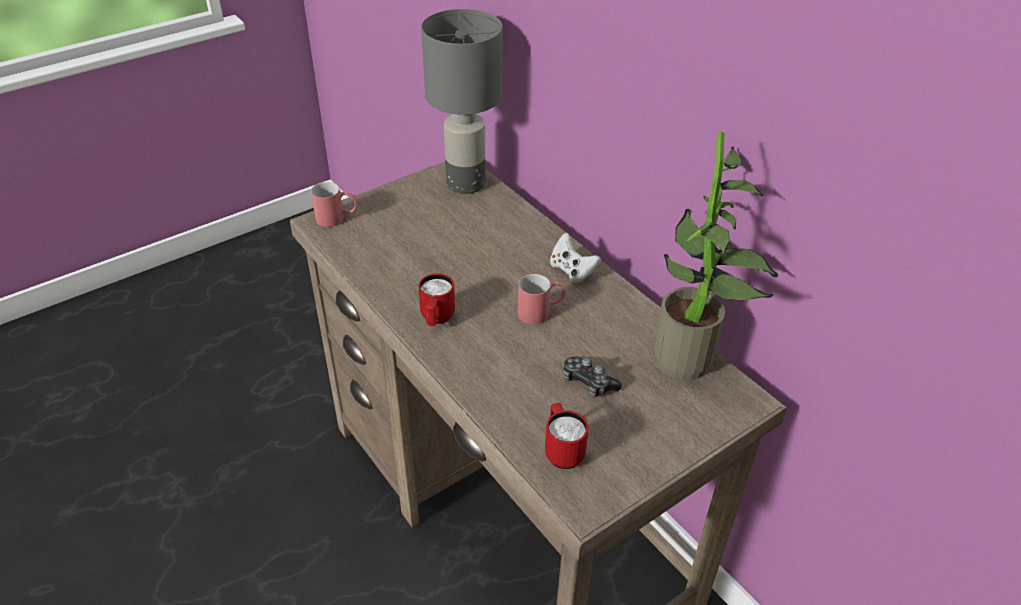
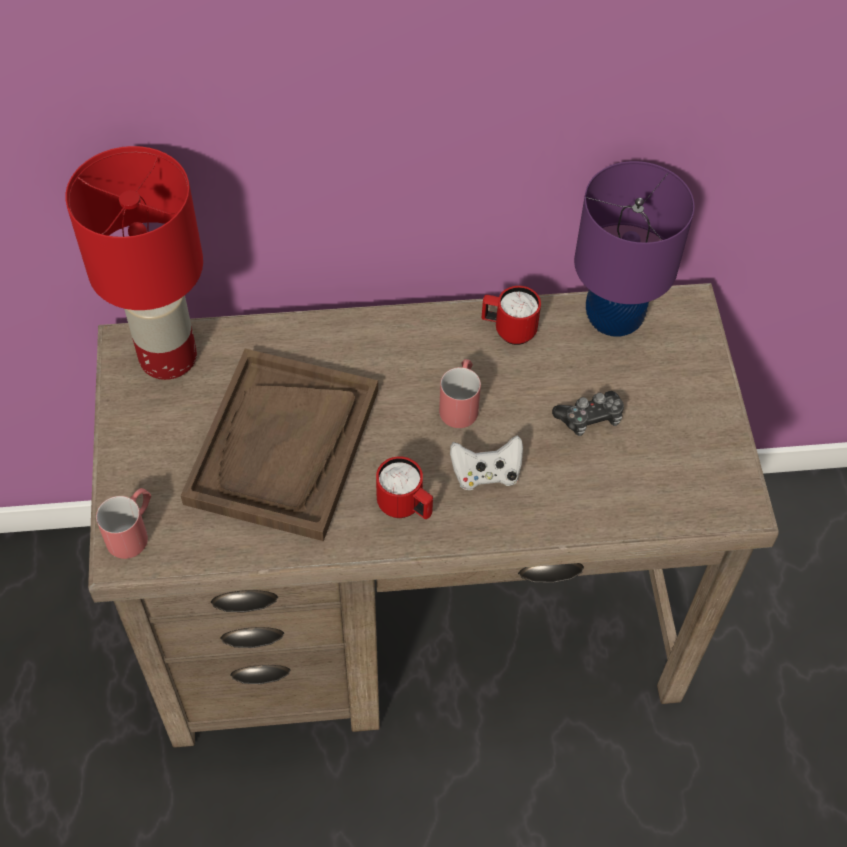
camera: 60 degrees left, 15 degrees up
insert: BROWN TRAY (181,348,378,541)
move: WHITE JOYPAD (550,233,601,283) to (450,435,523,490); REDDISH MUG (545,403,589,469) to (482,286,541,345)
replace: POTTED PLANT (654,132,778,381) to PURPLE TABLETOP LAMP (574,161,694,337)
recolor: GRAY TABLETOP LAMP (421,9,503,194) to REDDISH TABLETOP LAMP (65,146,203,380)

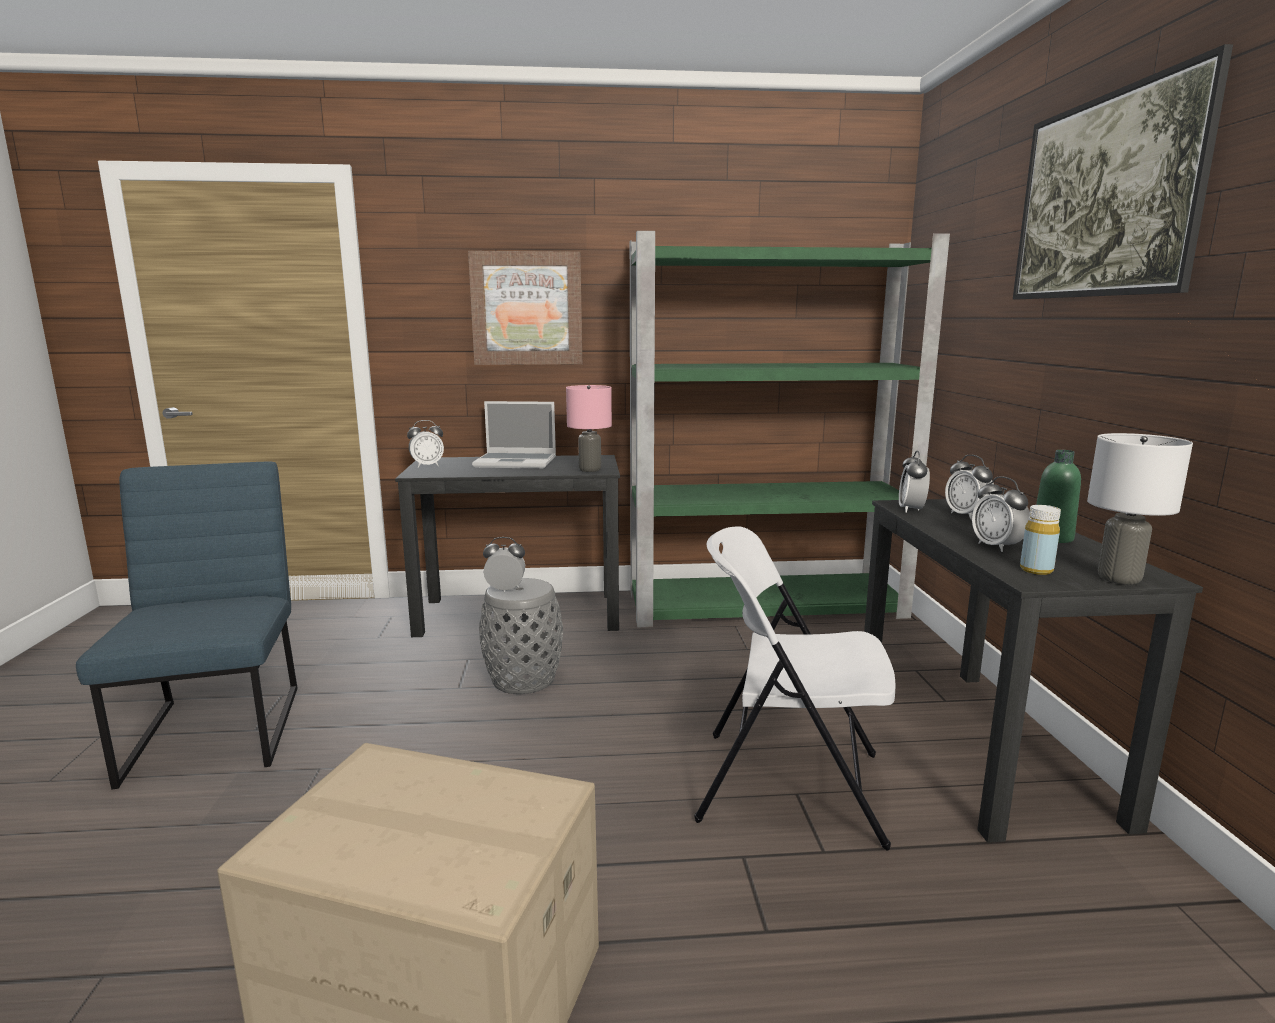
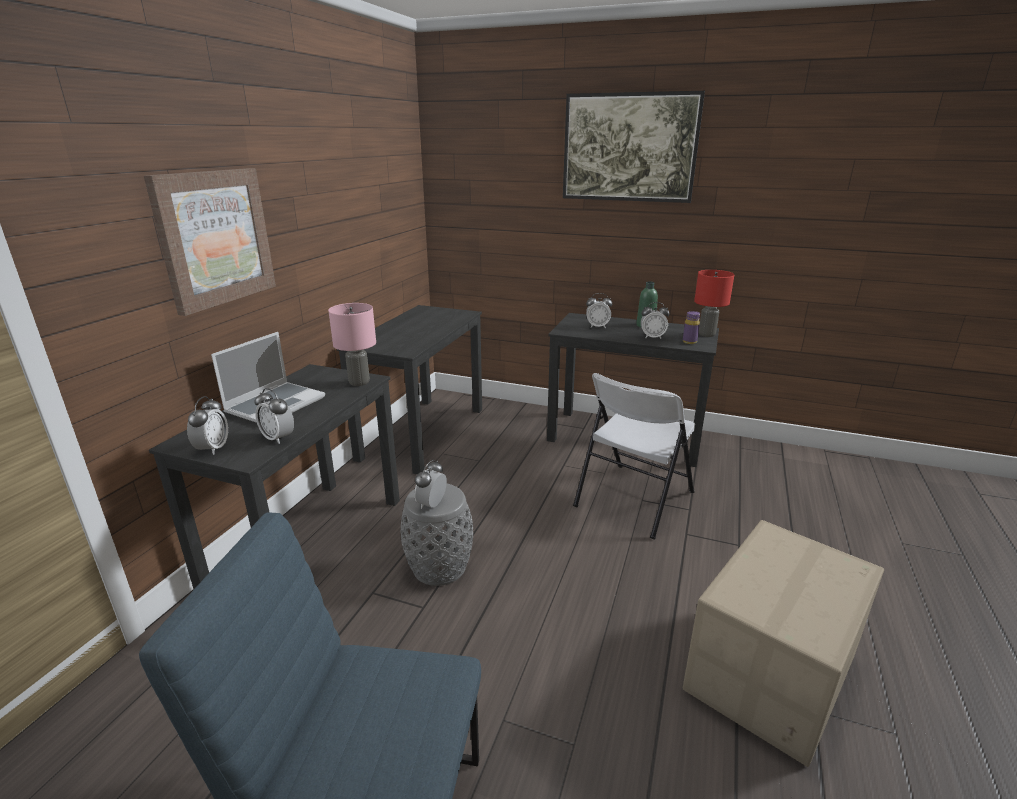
camera: 65 degrees left, 10 degrees up
move: BEDSIDE CLOCK (899,451,930,513) to (254,388,294,444)
replace: GREEN SHELVING UNIT (630,231,950,628) to BLACKISH DESK (337,305,482,474)
recolor: YELLOWISH BEVERAGE BOTTLE (1020,505,1061,575) to PURPLE BEVERAGE BOTTLE (683,311,700,344); WHITE TABLETOP LAMP (1087,433,1193,585) to REDDISH TABLETOP LAMP (694,270,735,337)

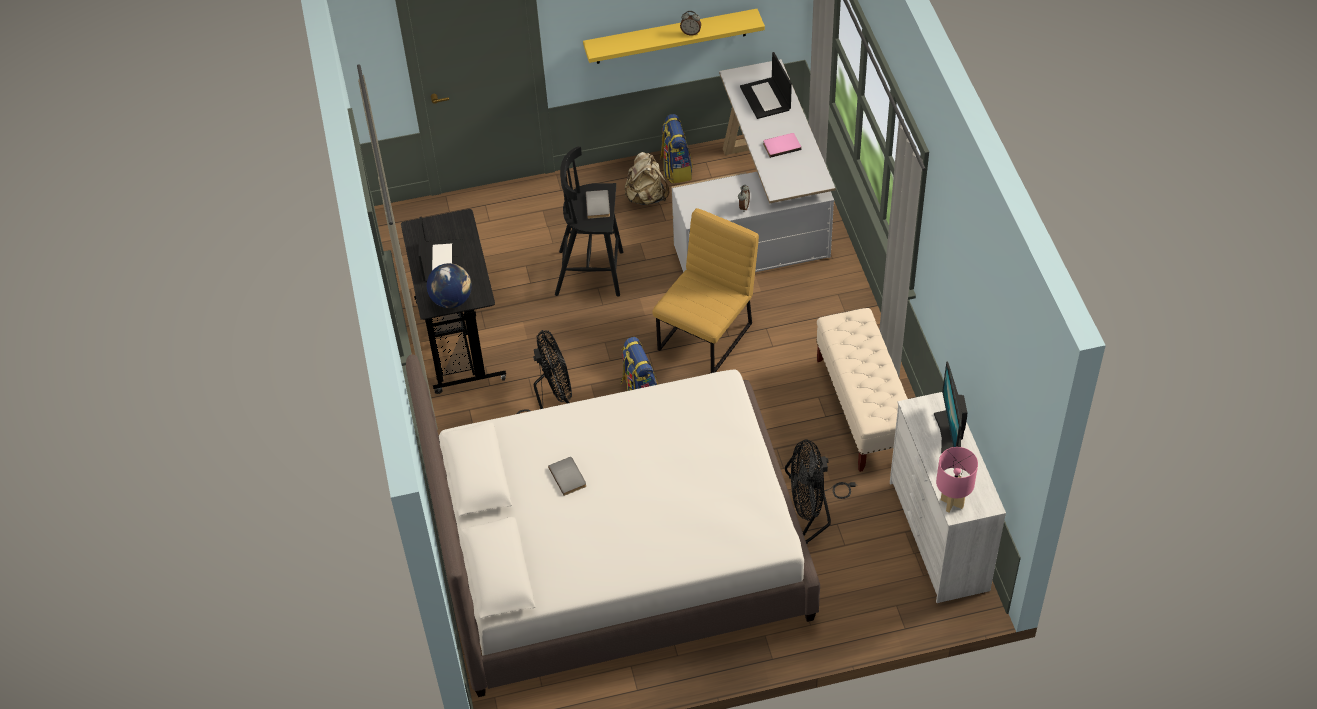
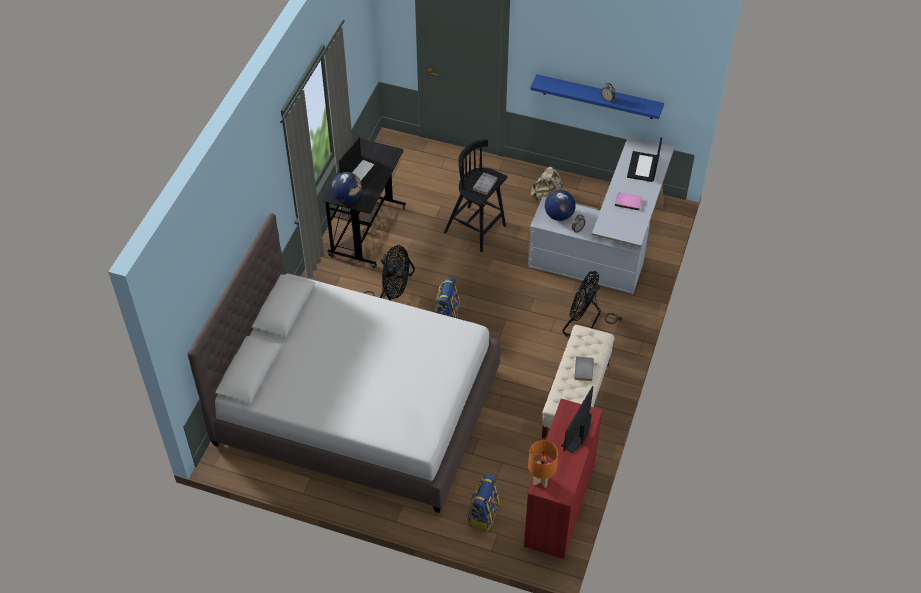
camera: 30 degrees right, 0 degrees up
delete: YELLOWISH CHAIR (652,208,759,373)
insert: WORLD GLOBE (545,190,576,221)
move: RUCKSACK (660,114,693,183) to (468,475,499,532); BLACKISH ELECTRIC FAN (785,439,857,544) to (563,271,623,337); GRAY VOLUME (548,457,586,496) to (574,356,594,381)
recolor: WHITE DRAWER CHEST (890,392,1006,603) to REDDISH DRAWER CHEST (524,399,603,559); PINK-COLOURED TABLETOP LAMP (936,447,978,512) to ORANGE-COLOURED TABLETOP LAMP (528,440,558,488); YELLOWISH SHELF (583,9,765,64) to BLUE-COLOURED SHELF (530,74,664,119)

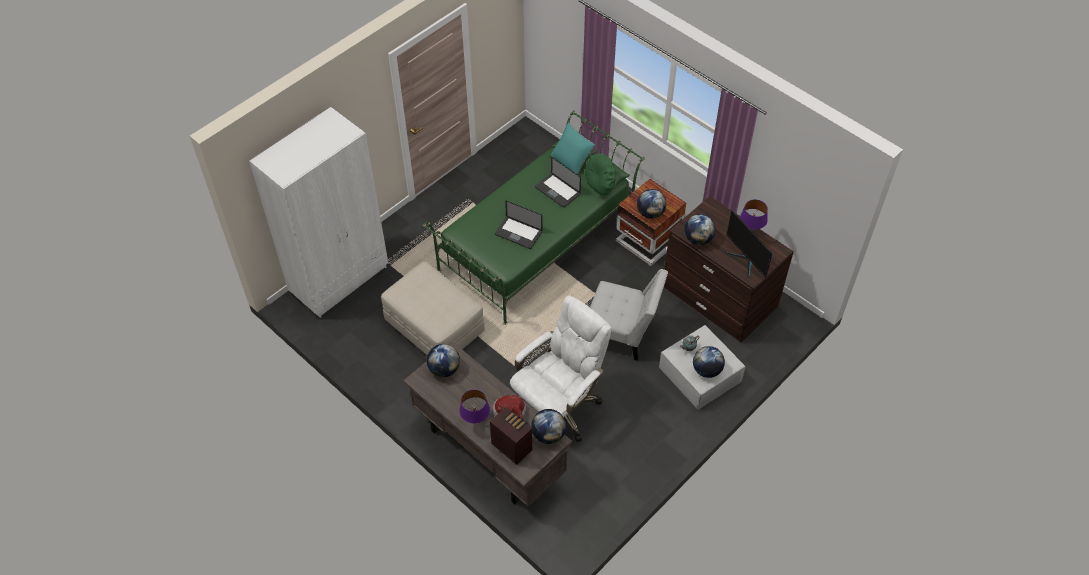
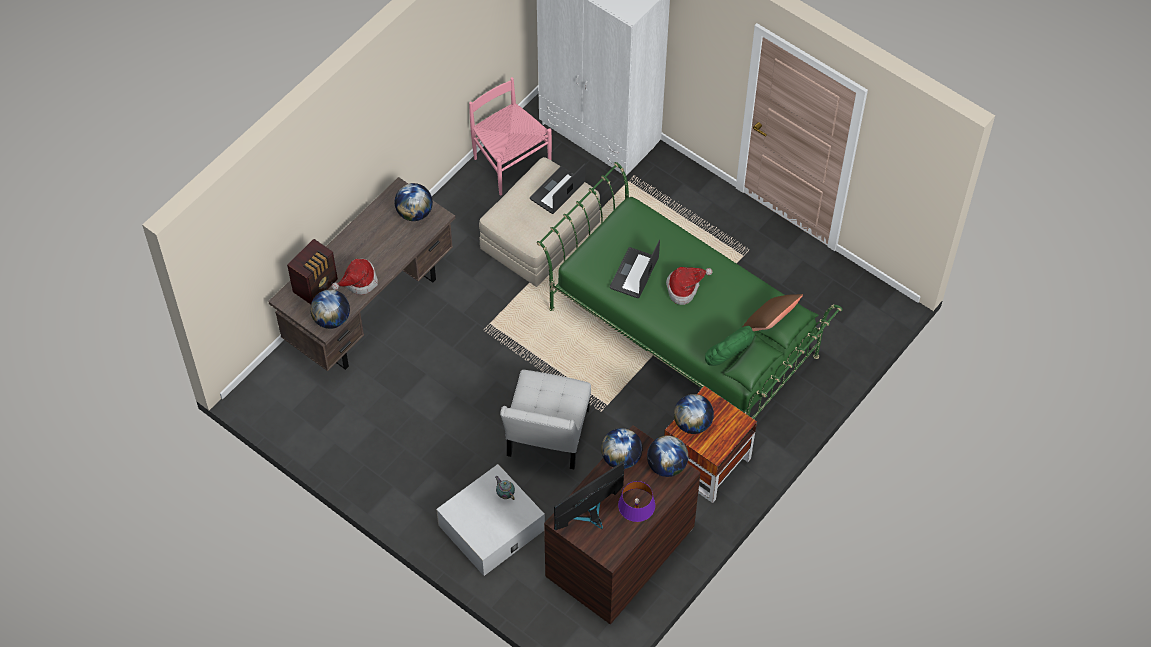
camera: 85 degrees right, 5 degrees up
delete: PURPLE TABLETOP LAMP (459,390,490,423); WHITE COMPUTER CHAIR (510,295,611,442)
insert: PINK-COLOURED CHAIR (469,77,552,196); HAT (666,267,713,305)
move: NOTEBOOK COMPUTER (535,157,581,208) to (530,164,585,214); WORLD GLOBE (693,346,725,378) to (647,435,688,477)
recolor: TURQUOISE-COLOURED THROW PILLOW (550,123,595,175) to BROWN THROW PILLOW (743,294,803,331)

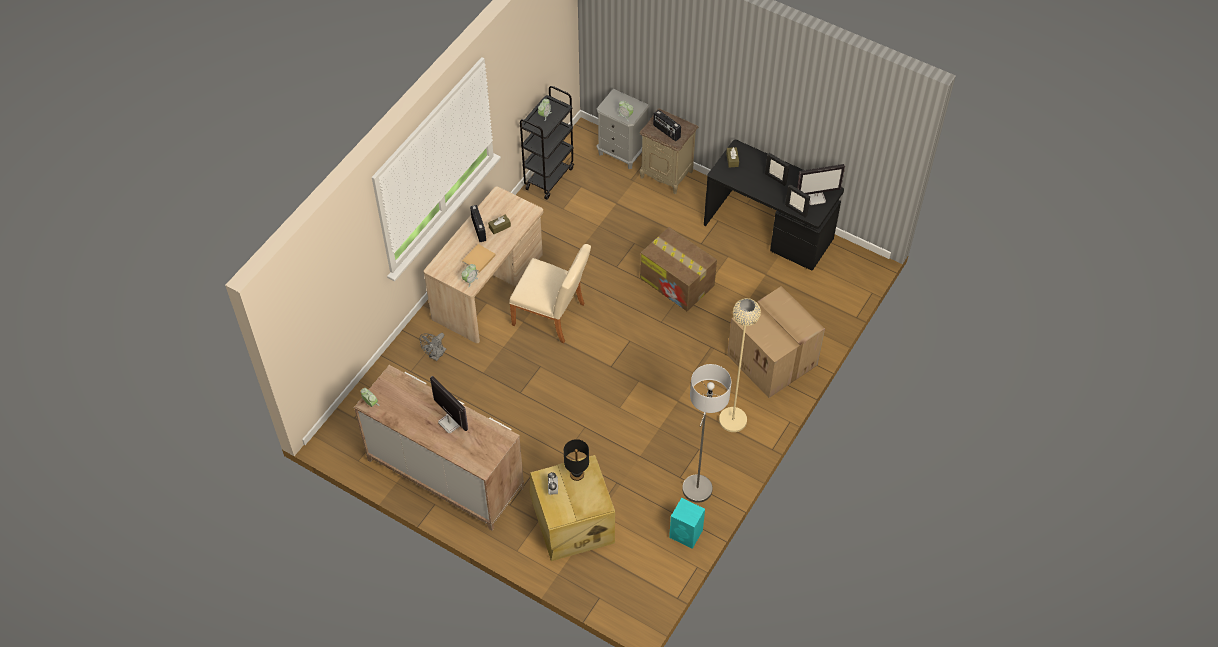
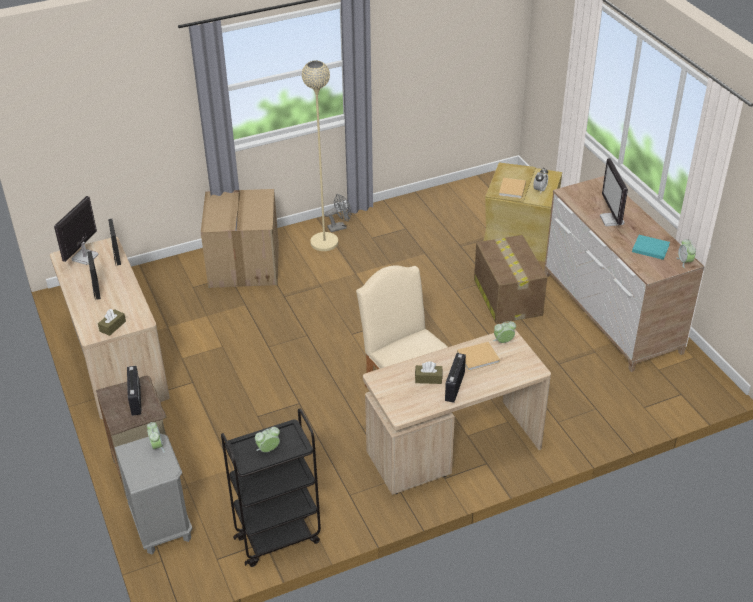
camera: 145 degrees left, 15 degrees down
delete: TURQUOISE-COLOURED SPEAKER (669,498,705,549); GRAY STANDING LAMP (682,364,731,503)
insert: TURQUOISE-COLOURED VOLUME (632,235,670,260)
move: GRAY ELECTRIC FAN (420,333,446,361) to (324,194,351,232); PACKING BOX (640,227,717,311) to (474,235,547,324)
replace: BLACKISH TABLETOP LAMP (564,439,589,481) to BEIGE-COLOURED VOLUME (499,178,526,199)
recolor: BLACKISH DESK (704,140,844,270) to BEIGE-COLOURED DESK (50,237,170,419)
rotate: COMPUTER SCREEN (797,164,845,205) = (54,196,98,265) 90 degrees counterclockwise

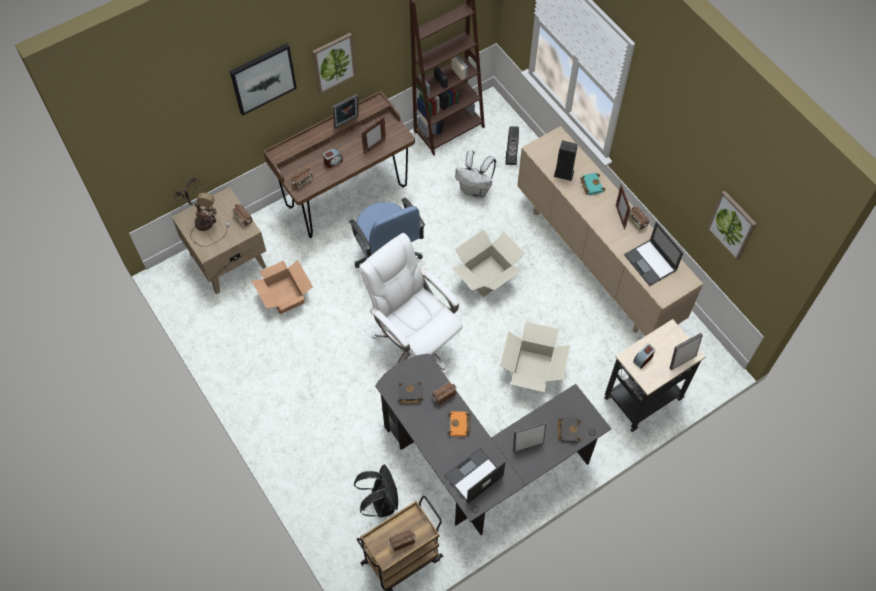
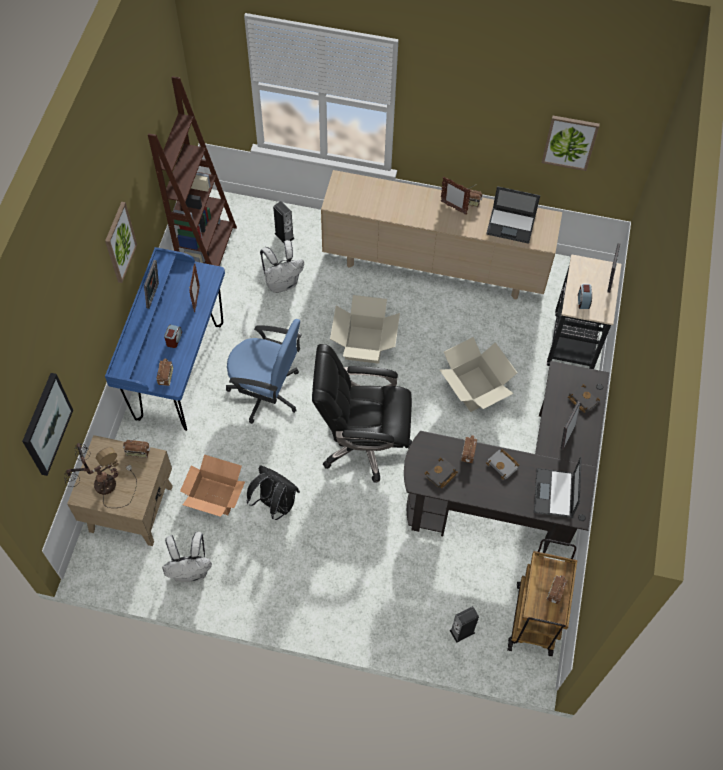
camera: 45 degrees left, 0 degrees up
delete: TURQUOISE-COLOURED VOLUME (580,173,605,195)
insert: WHITE RUCKSACK (162,532,212,582)
move: WALL ART (230,43,297,116) to (22,373,73,476); BLACKISH RUCKSACK (354,464,398,517) to (247,465,300,520); SPEAKER (554,140,578,181) to (449,606,479,643)
recolor: BROWN DESK (263,91,415,238) to BLUE-COLOURED DESK (105,247,225,431); WHITE COMPUTER CHAIR (359,233,463,374) to BLACKISH COMPUTER CHAIR (312,344,412,483); ORANGE-COLOURED VOLUME (447,411,471,437) to GRAY VOLUME (486,449,519,480)

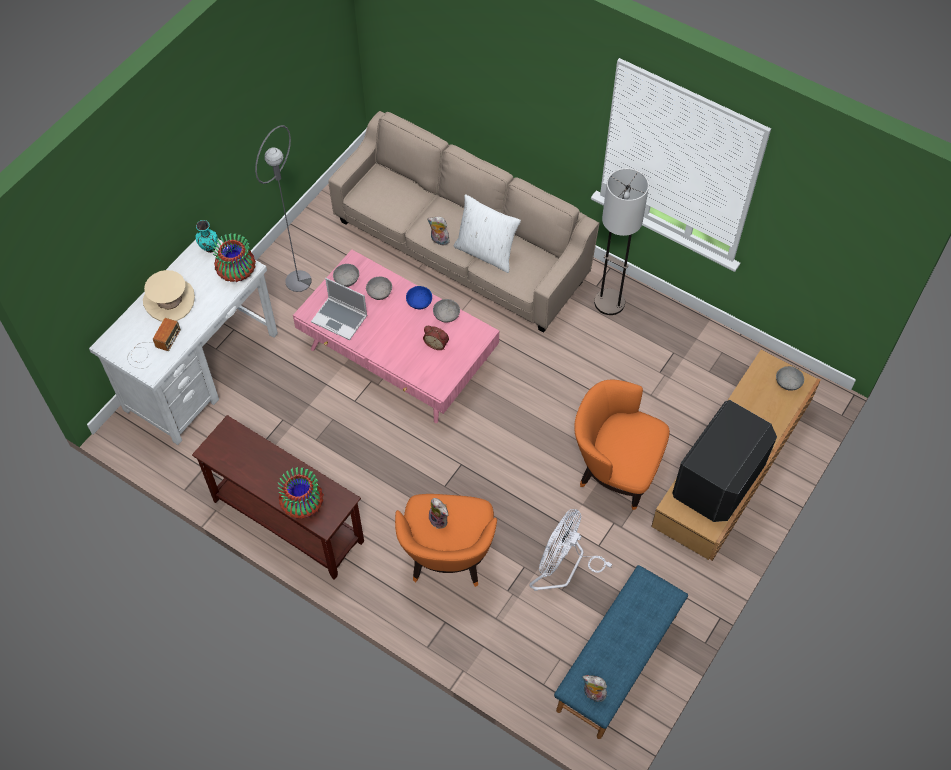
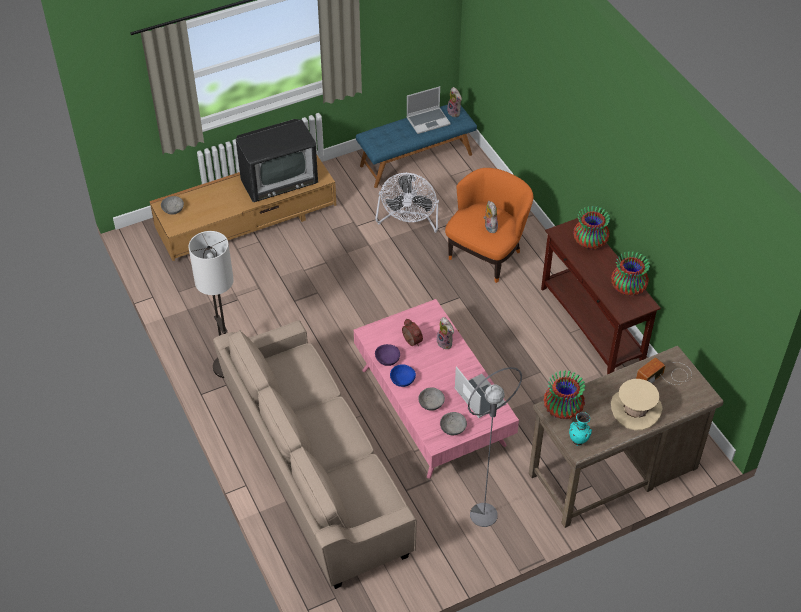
camera: 150 degrees left, 10 degrees down
delete: WHITE THROW PILLOW (454,194,521,273); ORANGE-COLOURED EASY CHAIR (574,380,670,510)
insert: NOTEBOOK COMPUTER (407,86,451,134); FLOWER VASE (611,251,650,296)
move: PLUSH TOY (428,216,450,245) to (437,317,454,349)
recolor: GRAY BOWL (433,299,460,323) to PURPLE BOWL (375,344,400,366); WHITE DESK (89,239,278,445) to BROWN DESK (529,346,724,528)
rotate: WHITE ELECTRIC FAN (530,509,613,591) = (375,173,439,233) 45 degrees clockwise

